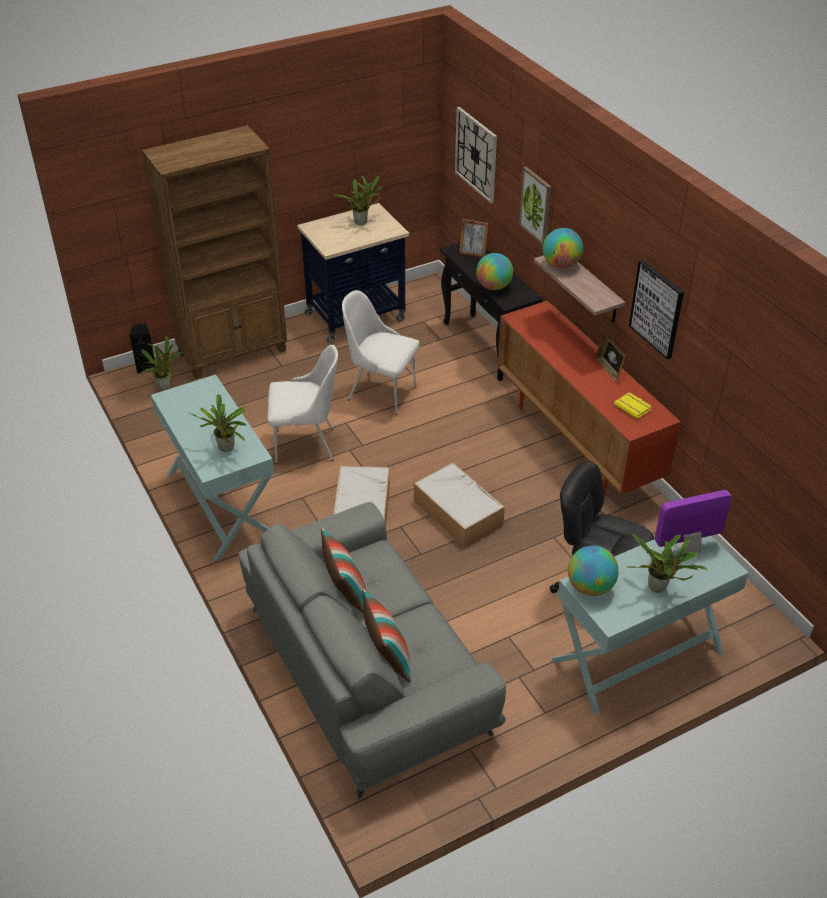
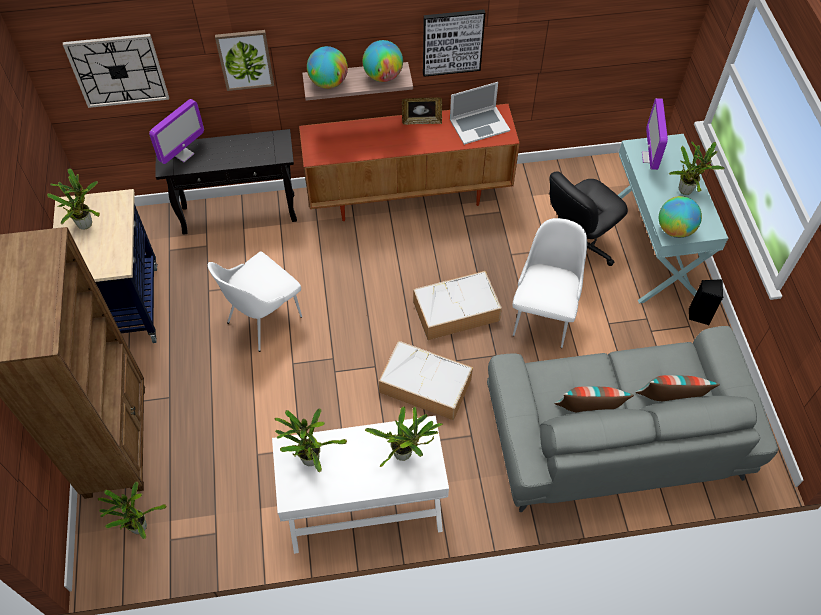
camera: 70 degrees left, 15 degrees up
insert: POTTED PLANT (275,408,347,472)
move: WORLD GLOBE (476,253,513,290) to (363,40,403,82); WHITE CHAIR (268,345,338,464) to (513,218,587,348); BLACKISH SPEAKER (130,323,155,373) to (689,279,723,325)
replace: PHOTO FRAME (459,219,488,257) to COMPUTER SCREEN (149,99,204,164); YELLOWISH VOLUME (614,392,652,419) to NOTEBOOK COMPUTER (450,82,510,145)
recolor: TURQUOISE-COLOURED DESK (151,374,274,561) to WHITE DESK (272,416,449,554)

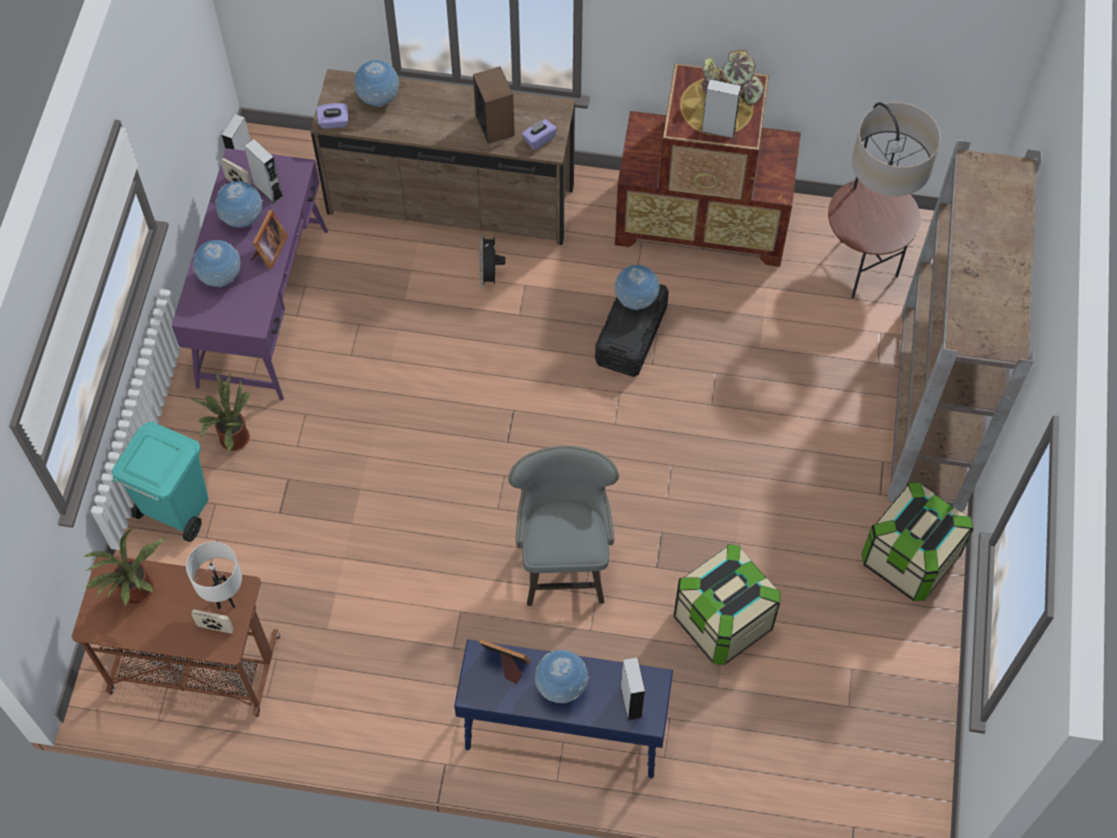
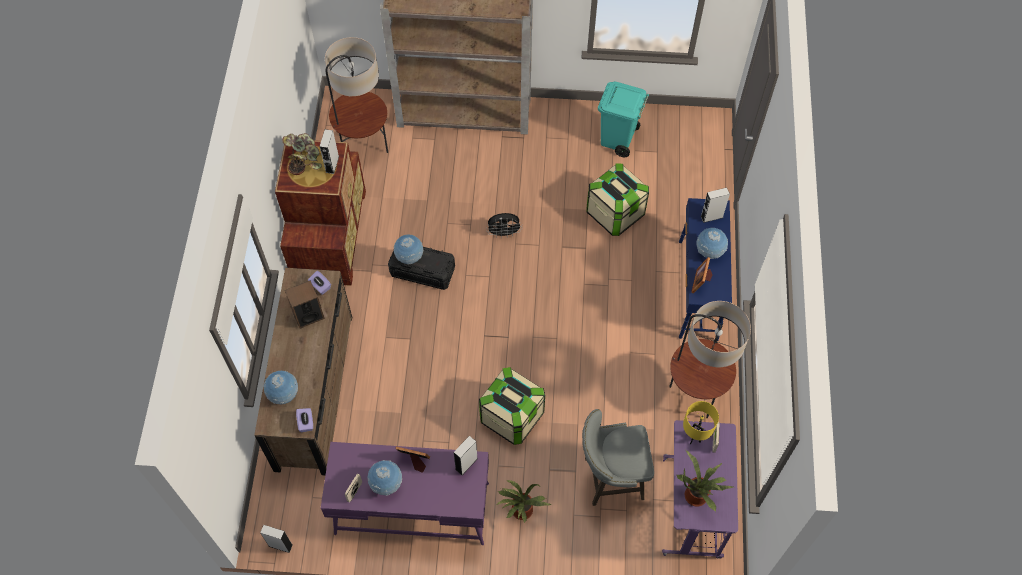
camera: 95 degrees left, 0 degrees up
delete: WORLD GLOBE (193,240,241,287)
insert: STANDING LAMP (669,301,751,418)
move: GRAY SPEAKER (244,139,283,203) to (454,436,478,475); STORAGE CONTAINER (861,482,974,601) to (479,367,545,445); BLACKISH ELECTRIC FAN (479,233,505,288) to (486,213,522,238); GRAY STOOL (508,446,619,606) to (582,409,654,506); TURQUOISE-COLOURED WASTE BIN (112,422,208,542) to (598,82,649,157)
recolor: BROWN DESK (72,555,280,717) to PURPLE DESK (662,420,738,559); WHITE TABLETOP LAMP (186,542,242,609) to YELLOWISH TABLETOP LAMP (683,401,719,445)

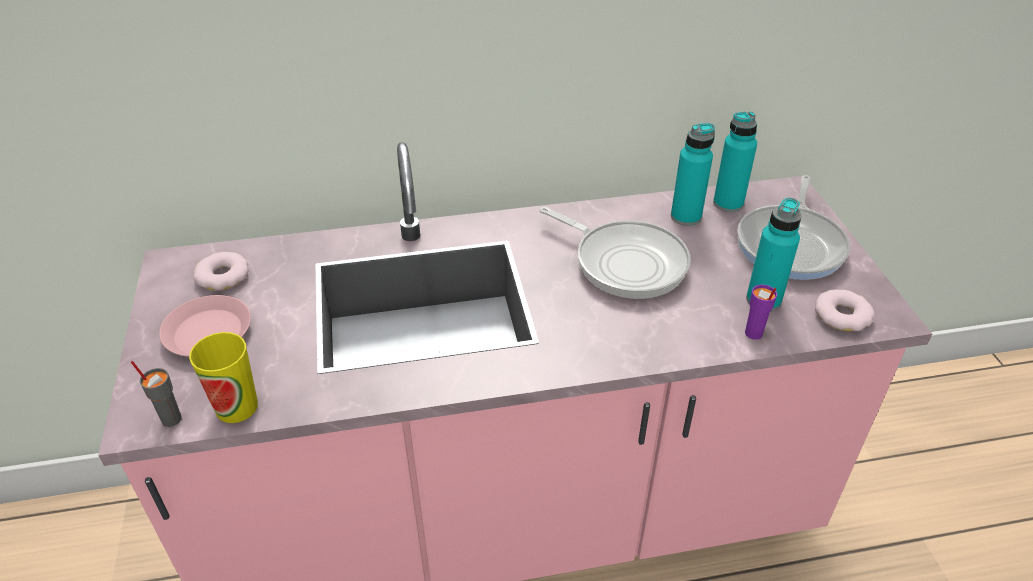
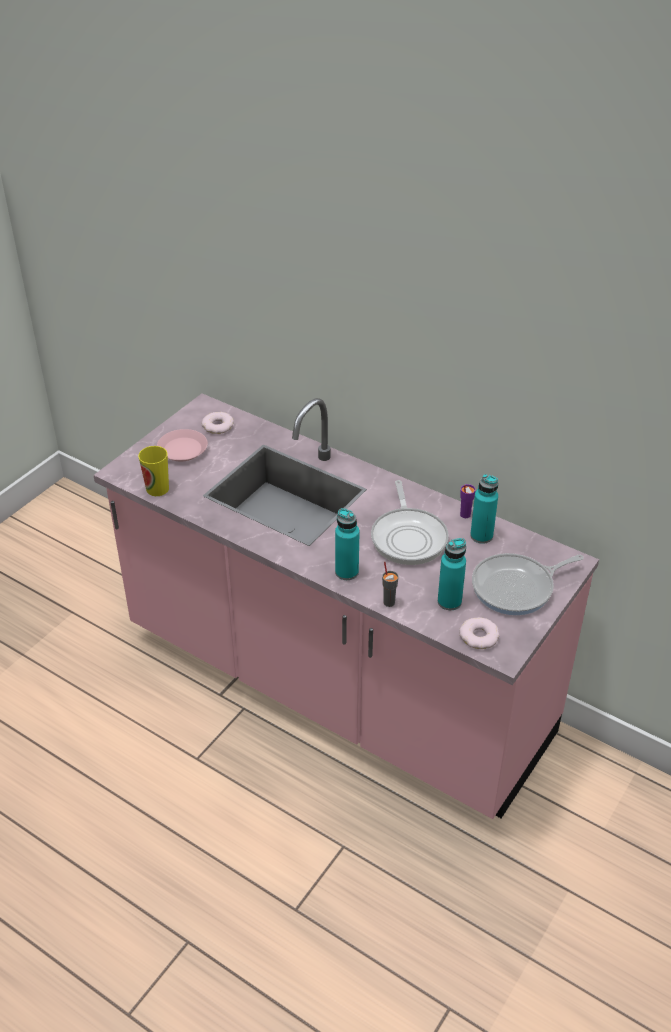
camera: 45 degrees right, 0 degrees up
move: TURQUOISE-COLOURED BEVERAGE BOTTLE (713,112,757,212) to (335,508,360,580); GRAY DRINKING CUP (131,361,182,427) to (382,562,399,607); PURPLE DRINKING CUP (745,284,777,340) to (460,484,476,518)

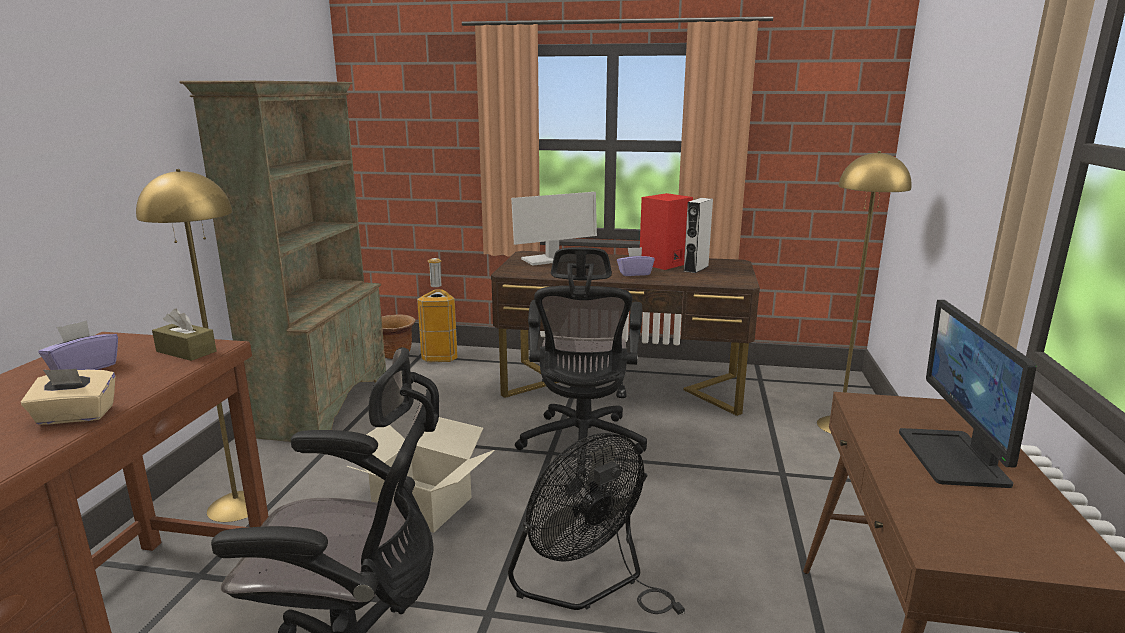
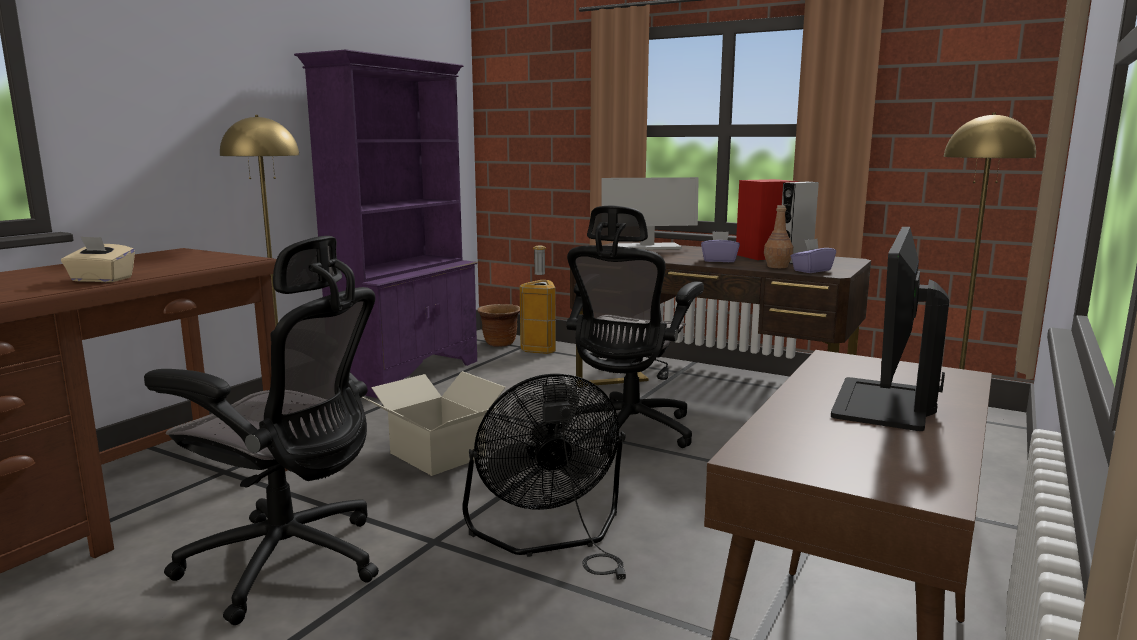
camera: 20 degrees right, 5 degrees down
delete: BROWN TISSUE BOX (152,309,216,361)
insert: BROWN BEVERAGE BOTTLE (764,205,793,268)
move: PURPLE TISSUE BOX (39,320,118,370) to (791,239,836,273)
recolor: GREEN SHELVING UNIT (179,81,386,442) to PURPLE SHELVING UNIT (294,49,477,399)

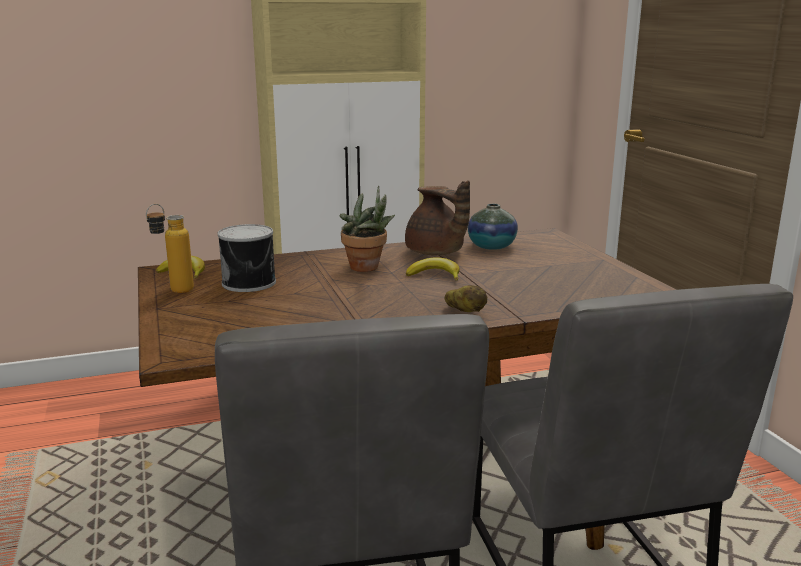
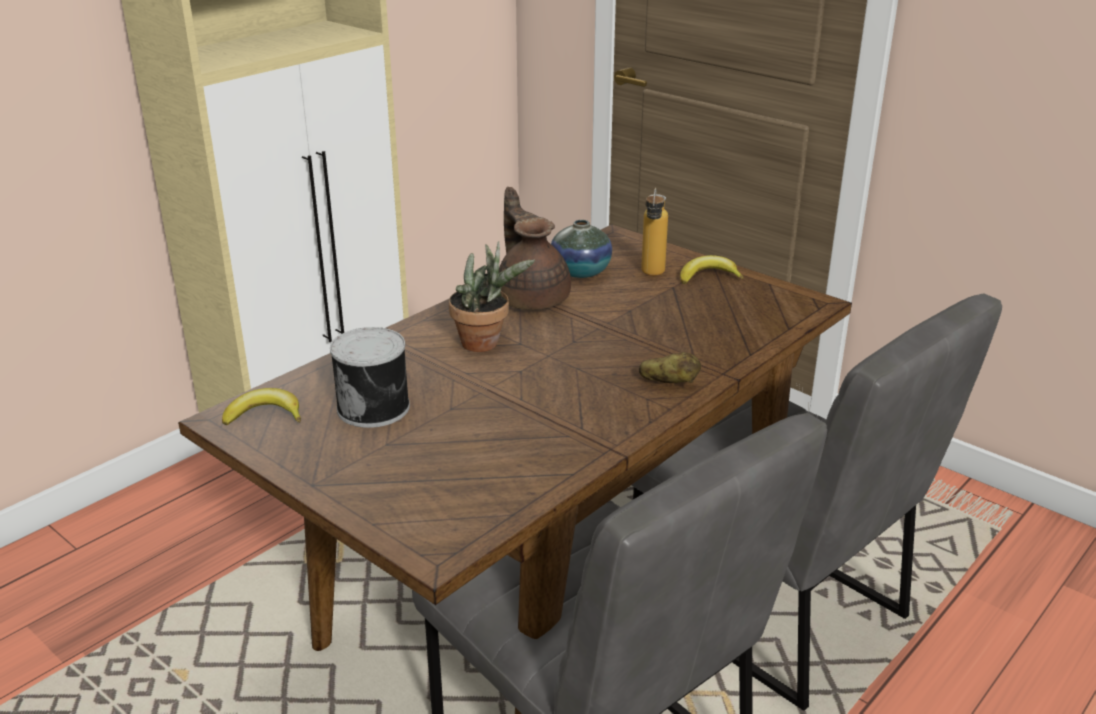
camera: 30 degrees left, 10 degrees up
move: BEVERAGE BOTTLE (146,204,194,293) to (641,188,668,276); BANANA FRUIT (406,257,459,281) to (680,255,744,284)
rotate: BROWN TEA POT (405,180,470,255) = (499,187,571,310) 135 degrees counterclockwise

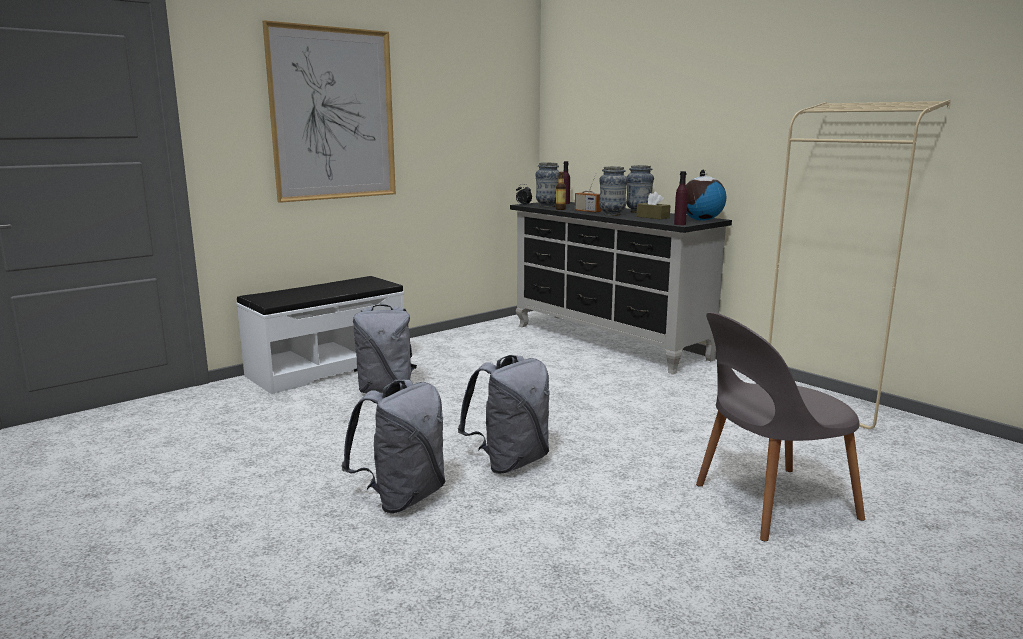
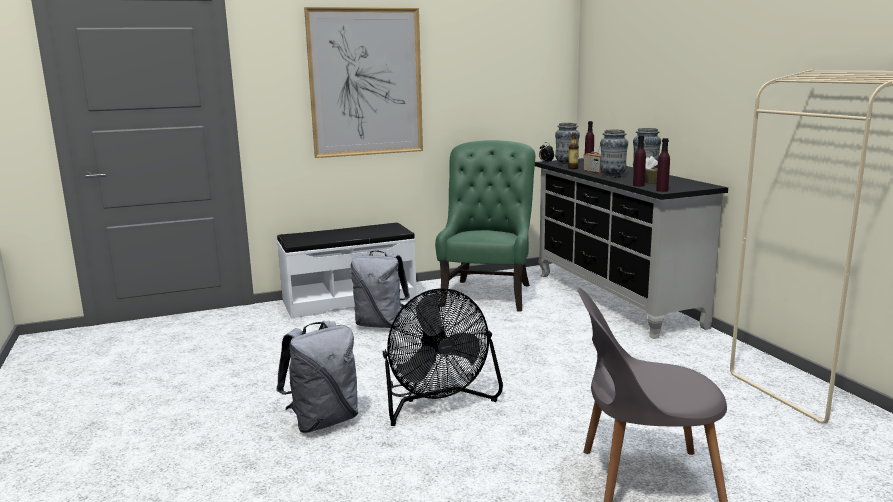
camera: 20 degrees right, 0 degrees up
delete: WORLD GLOBE (686,170,726,221)
insert: GREEN CHAIR (435,140,535,312); PURPLE BEVERAGE BOTTLE (633,135,646,187)
replace: GRAY RUCKSACK (458,355,550,474) to BLACKISH ELECTRIC FAN (383,288,503,426)

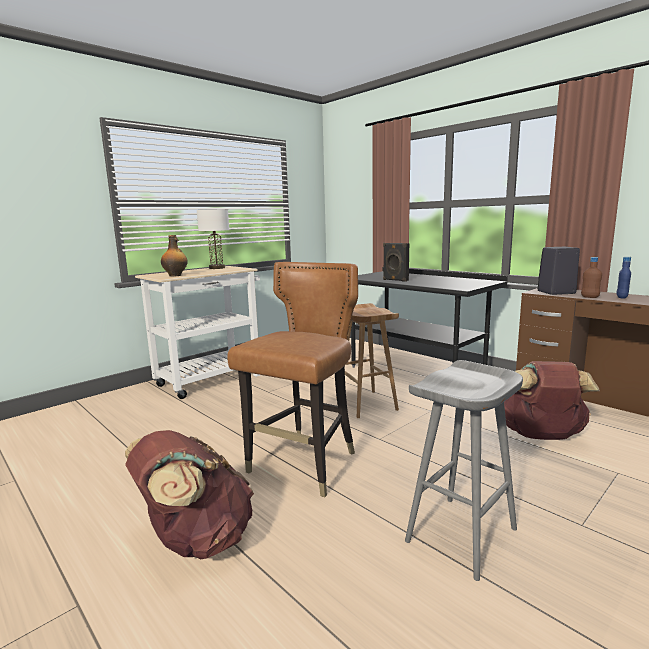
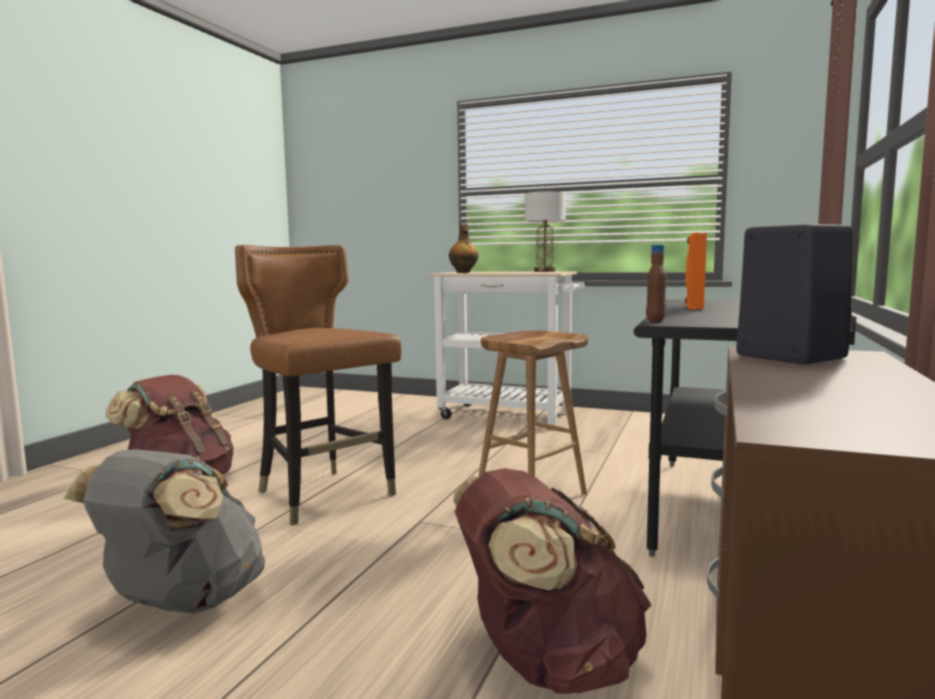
camera: 65 degrees right, 5 degrees down
delete: BLUE-COLOURED BEVERAGE BOTTLE (616,257,631,299)
move: BROWN BEVERAGE BOTTLE (581,257,602,298) to (646,245,667,322)
replace: GRAY STOOL (405,360,523,581) to GRAY RUCKSACK (63,449,265,613)
recolor: BLACKISH SPEAKER (383,243,409,282) to ORANGE-COLOURED SPEAKER (685,233,707,310)
rotate: BROWN CHAIR (227,262,358,497) = (235,245,401,526) 135 degrees counterclockwise

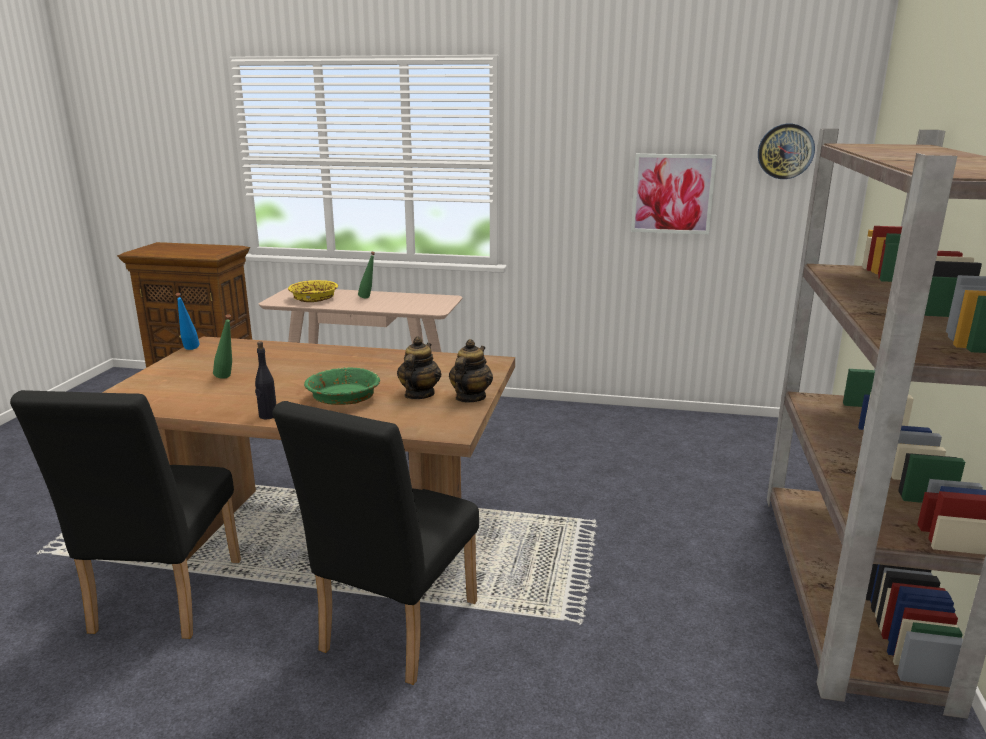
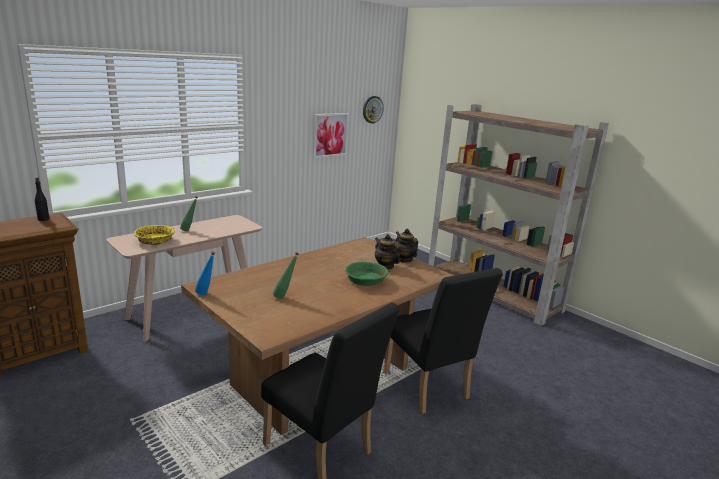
camera: 55 degrees left, 0 degrees up
move: BLACKISH BEVERAGE BOTTLE (255,341,276,419) to (35,178,49,221)

